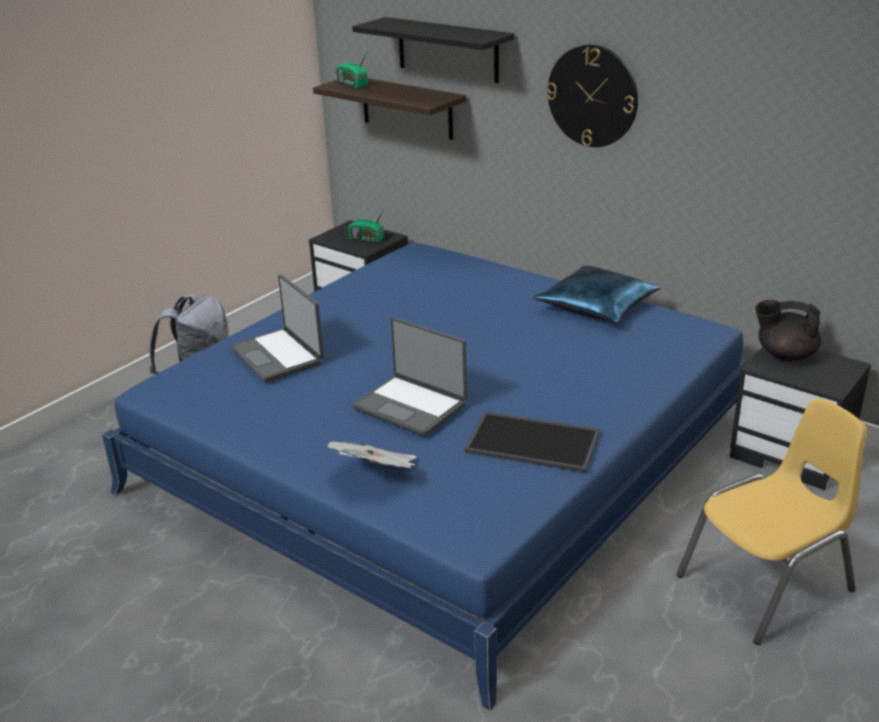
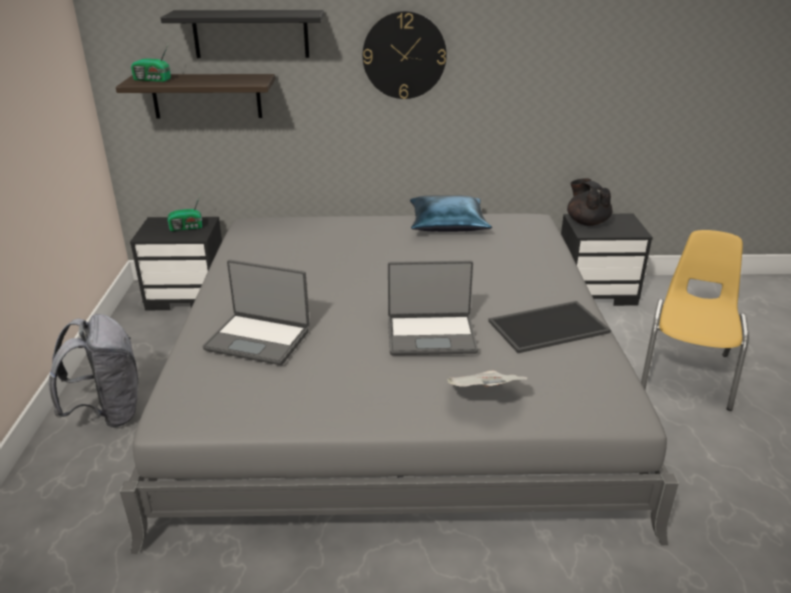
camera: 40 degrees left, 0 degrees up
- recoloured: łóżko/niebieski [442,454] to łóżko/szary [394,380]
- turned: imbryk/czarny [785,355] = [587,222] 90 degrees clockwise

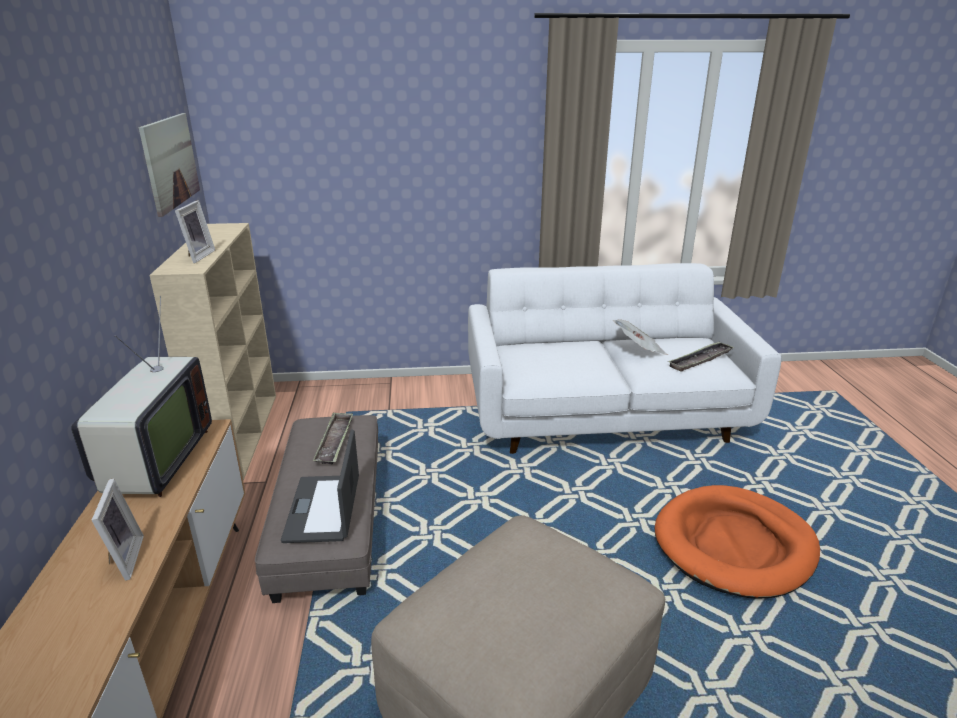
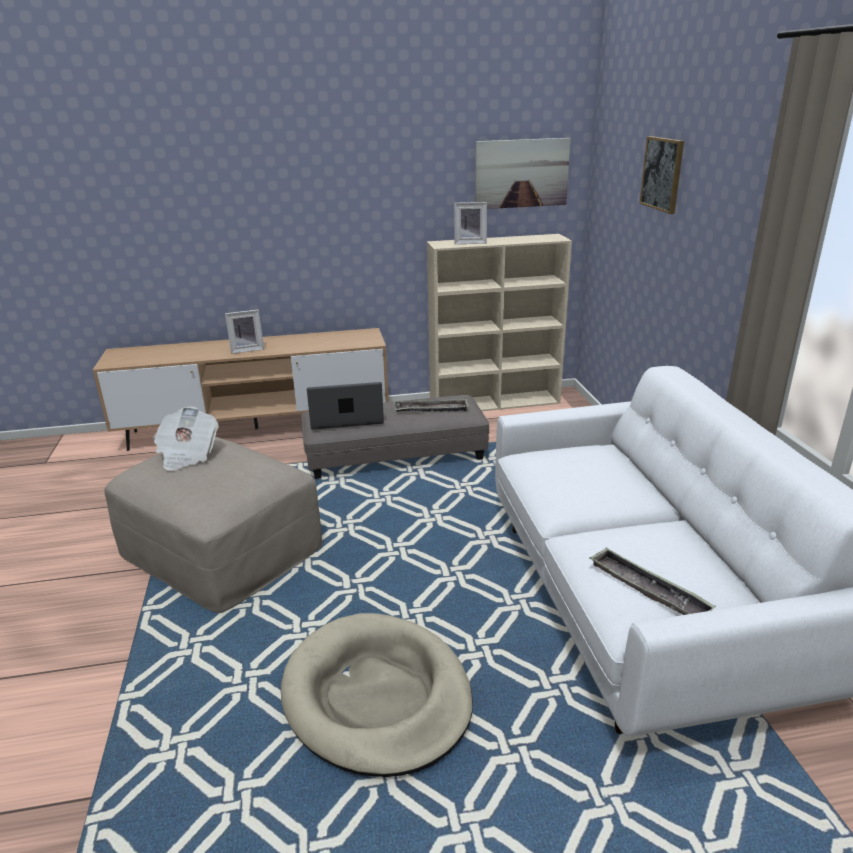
camera: 85 degrees right, 0 degrees up
- removed: telewizor [154,462]
- moved: gazeta [639,350] to [187,454]
- recoloured: legowisko/pomarańczowy [734,545] to legowisko/beżowy [377,697]
- added: obraz [662,174]

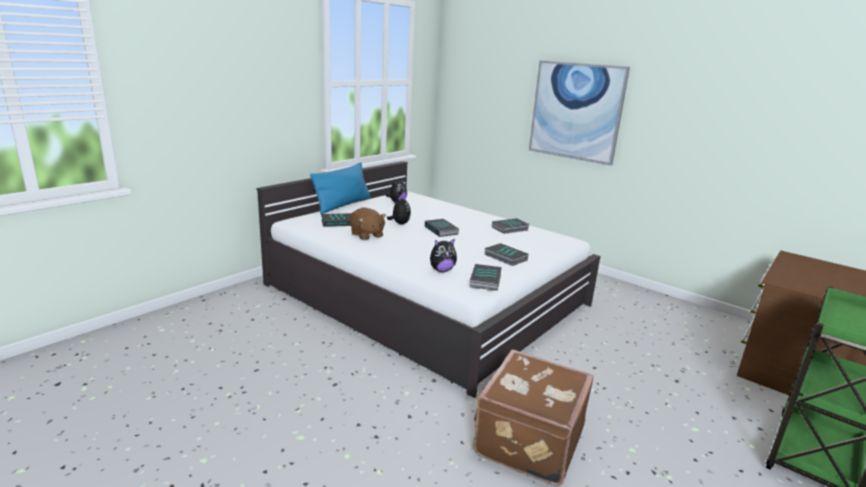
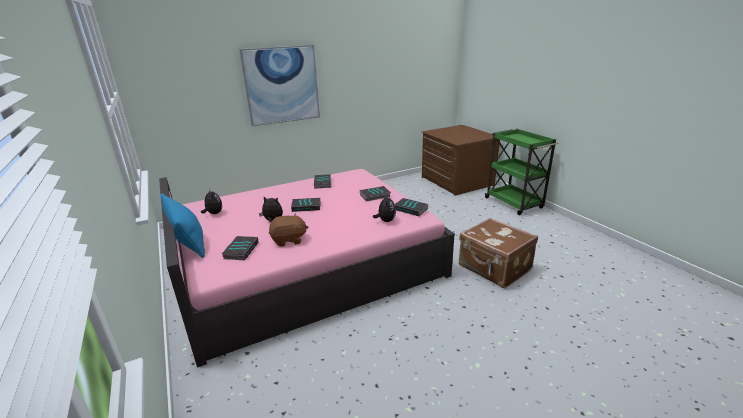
camera: 65 degrees left, 5 degrees up
- recoloured: łóżko/biały [426,294] to łóżko/różowy [306,264]

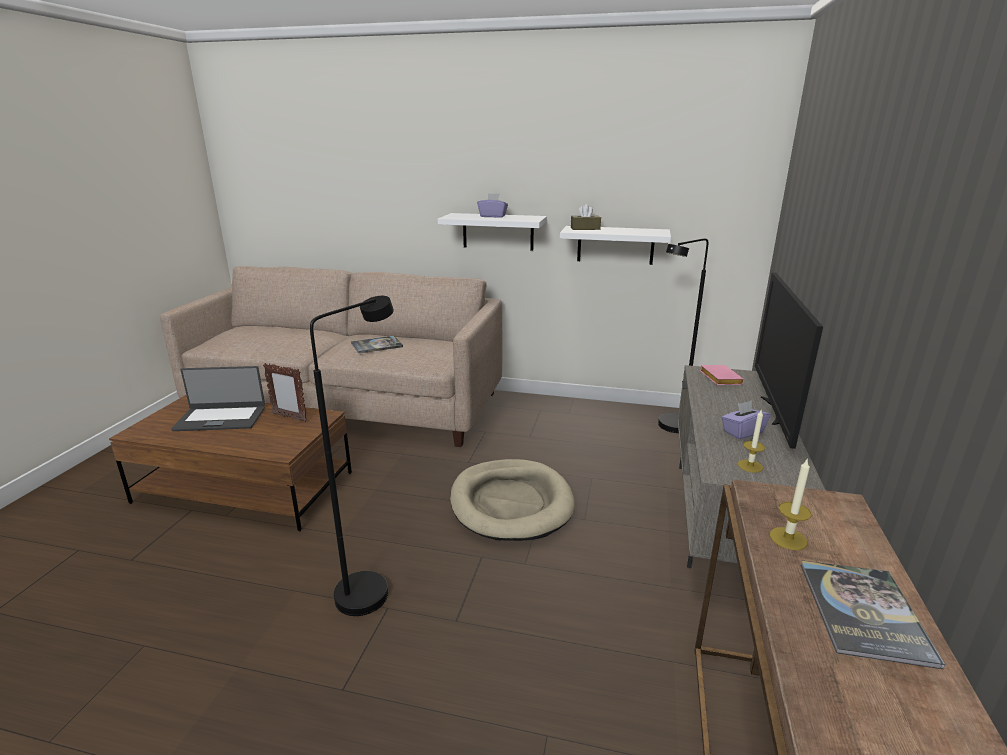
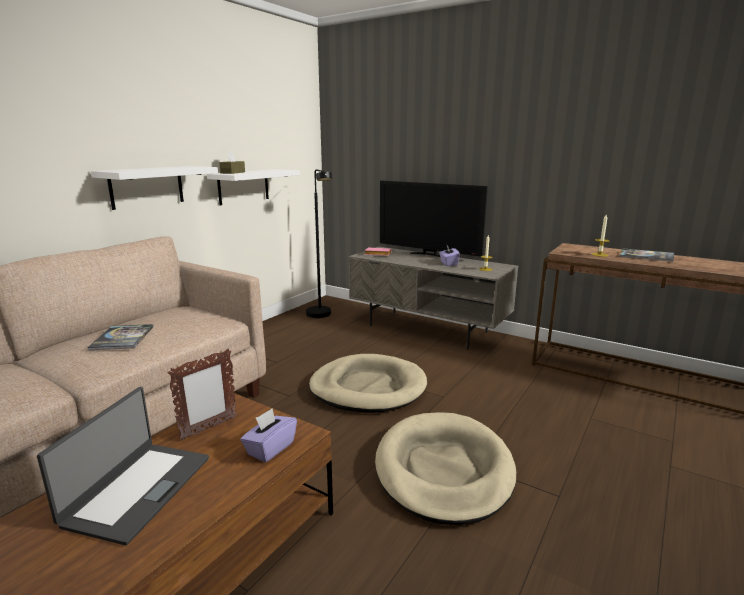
camera: 70 degrees left, 5 degrees down
- replaced: lampa stojąca/czarny [371,586] to legowisko/beżowy [443,470]
- moved: pudełko chusteczek/fioletowy [493,216] to [270,448]

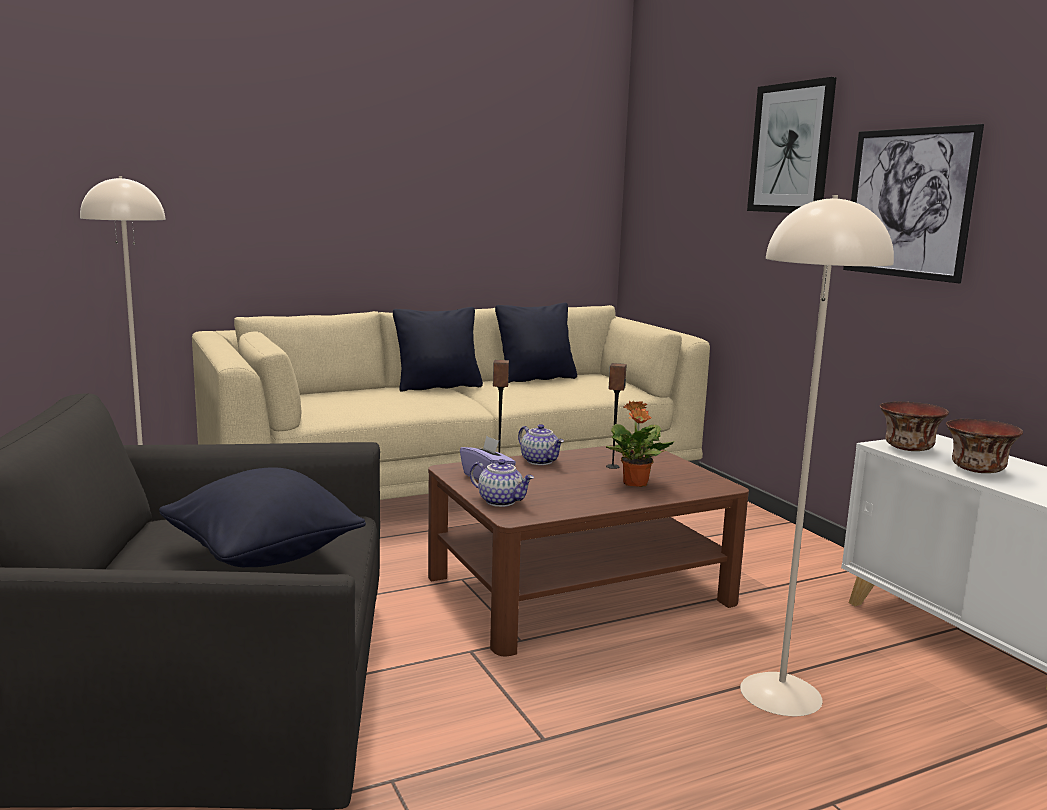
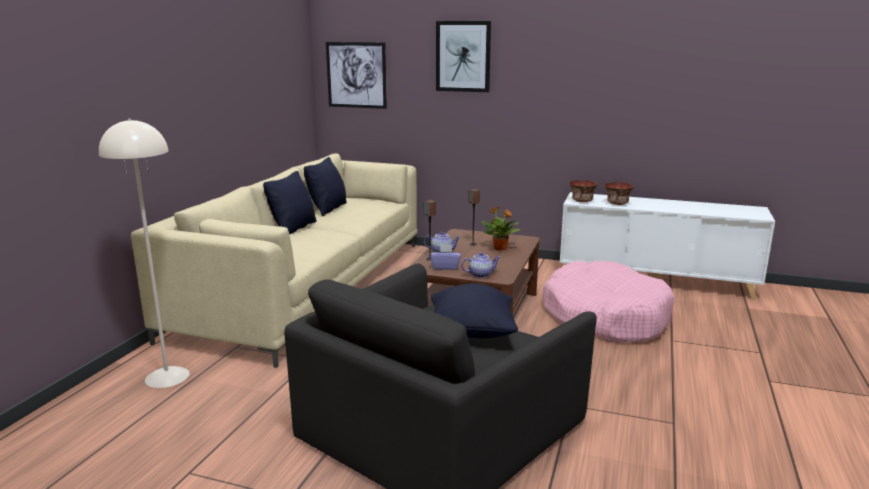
camera: 45 degrees left, 5 degrees up
- replaced: lampa stojąca/beżowy [781,694] to legowisko/różowy [605,317]
- moved: obraz [908,203] to [356,75]

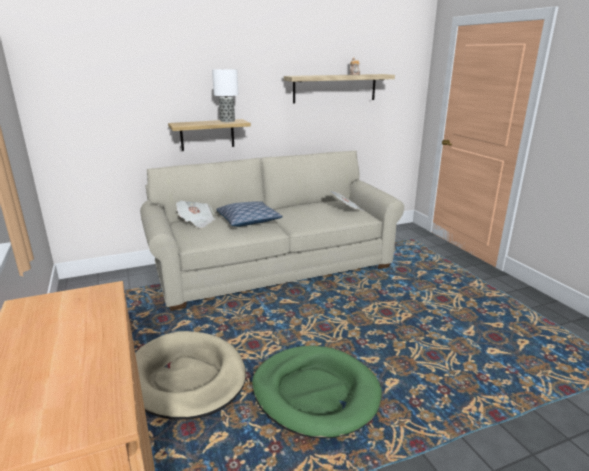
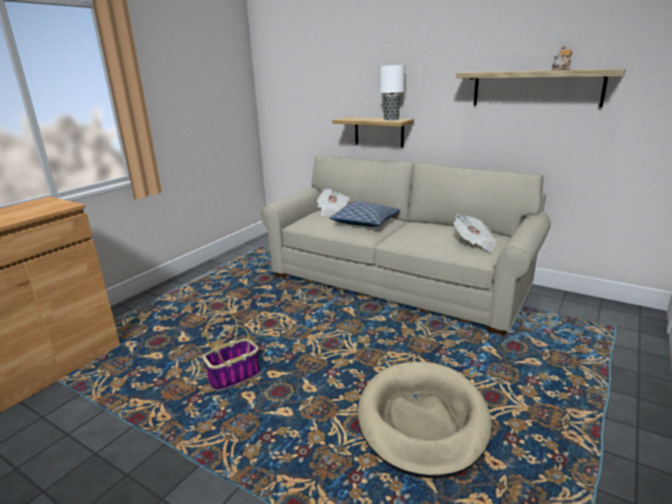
camera: 55 degrees right, 0 degrees up
- moved: legowisko/beżowy [187,378] to [422,420]
- replaced: legowisko/zielony [315,393] to koszyk [234,376]

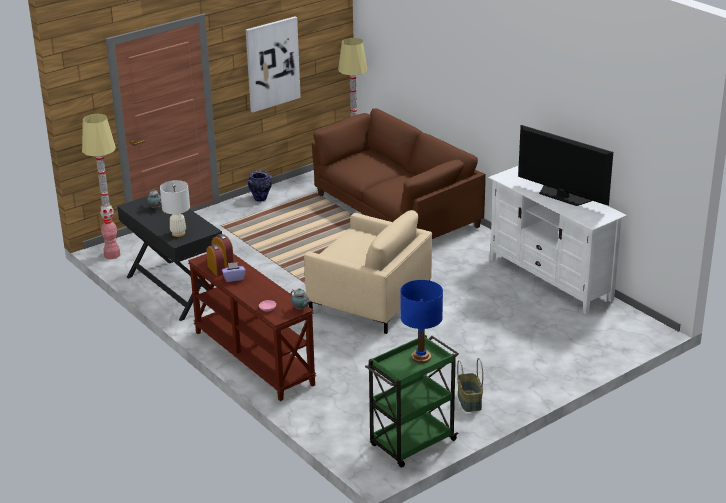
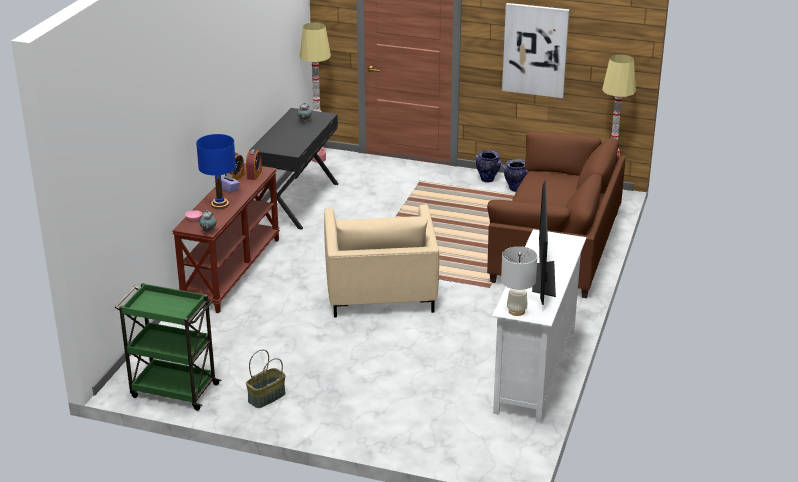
camera: 55 degrees right, 0 degrees up
- moved: lampa stołowa/biały [178,233] to [516,311]
- moved: lampa stołowa/niebieski [421,358] to [220,205]
- added: wazon [515,189]

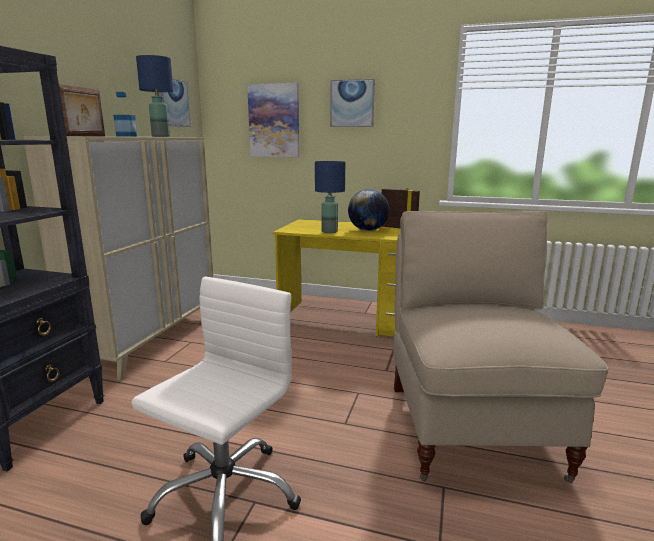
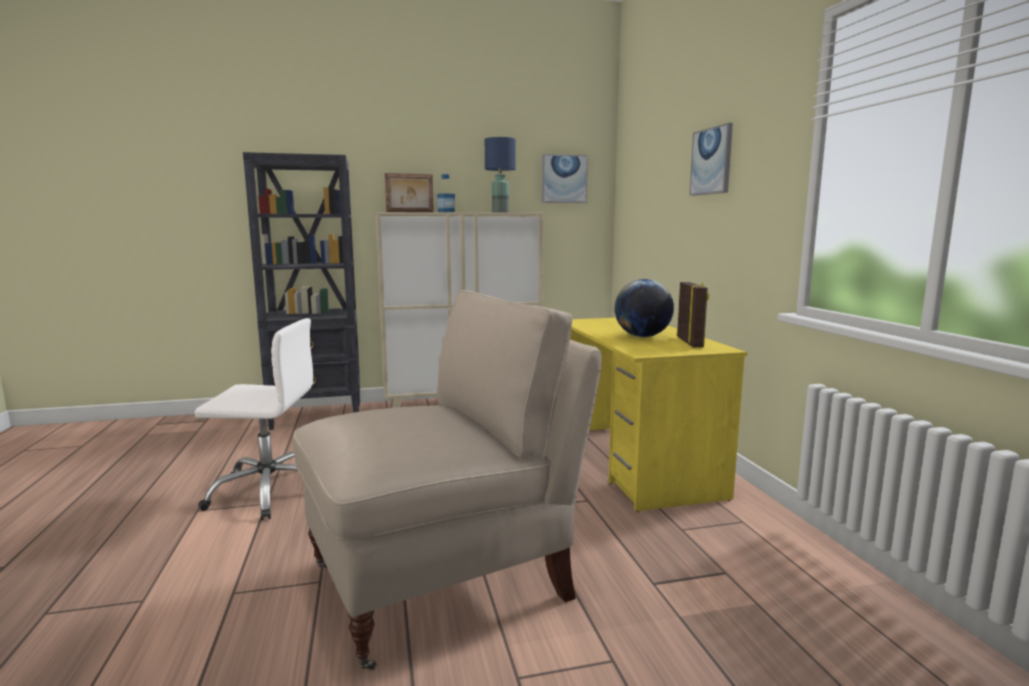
camera: 60 degrees right, 5 degrees down
- removed: obraz [274,121]
- removed: lampa stołowa/niebieski [330,231]

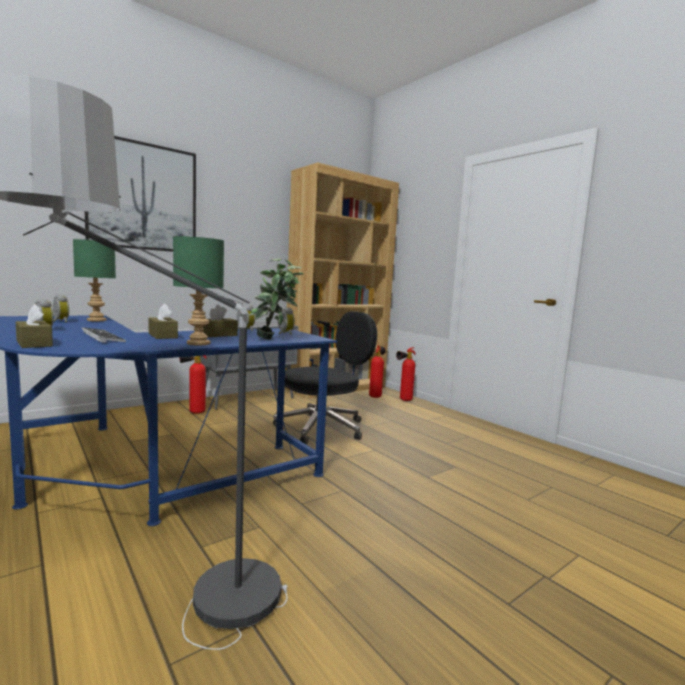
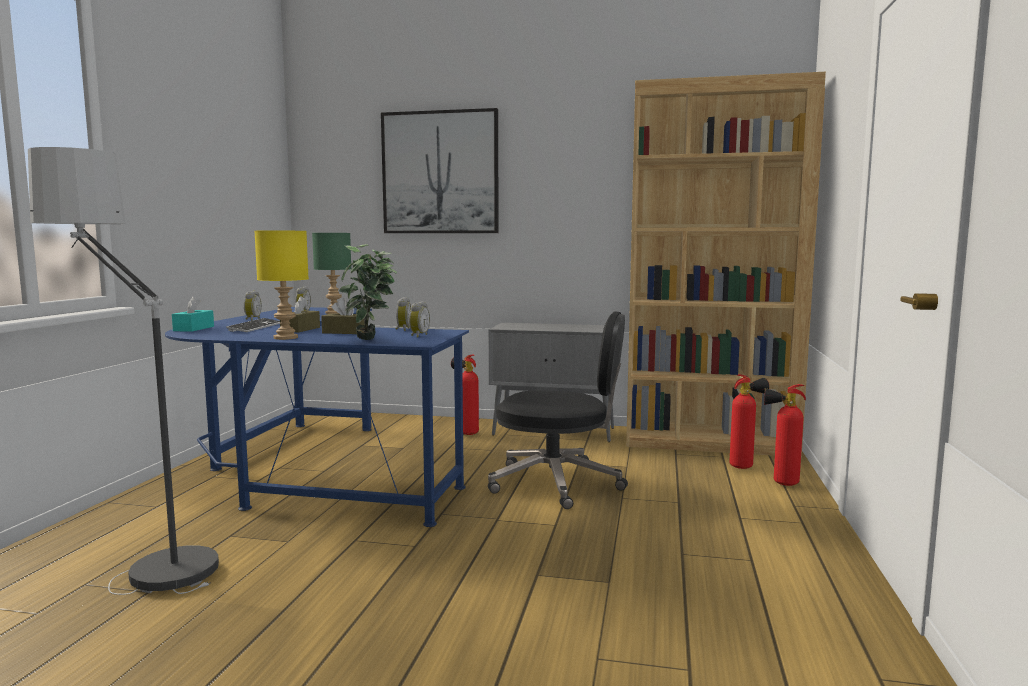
camera: 50 degrees right, 0 degrees up
- recoloured: pudełko chusteczek/brązowy [34,343] to pudełko chusteczek/turkusowy [194,328]
- recoloured: lampa stołowa/zielony [199,343] to lampa stołowa/żółty [286,338]

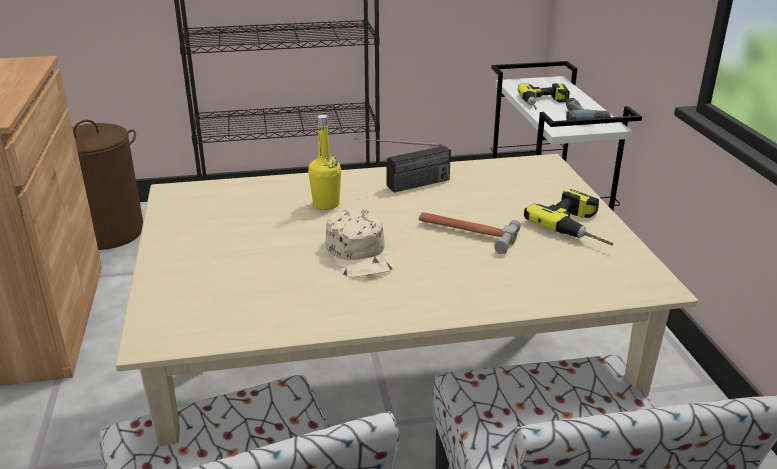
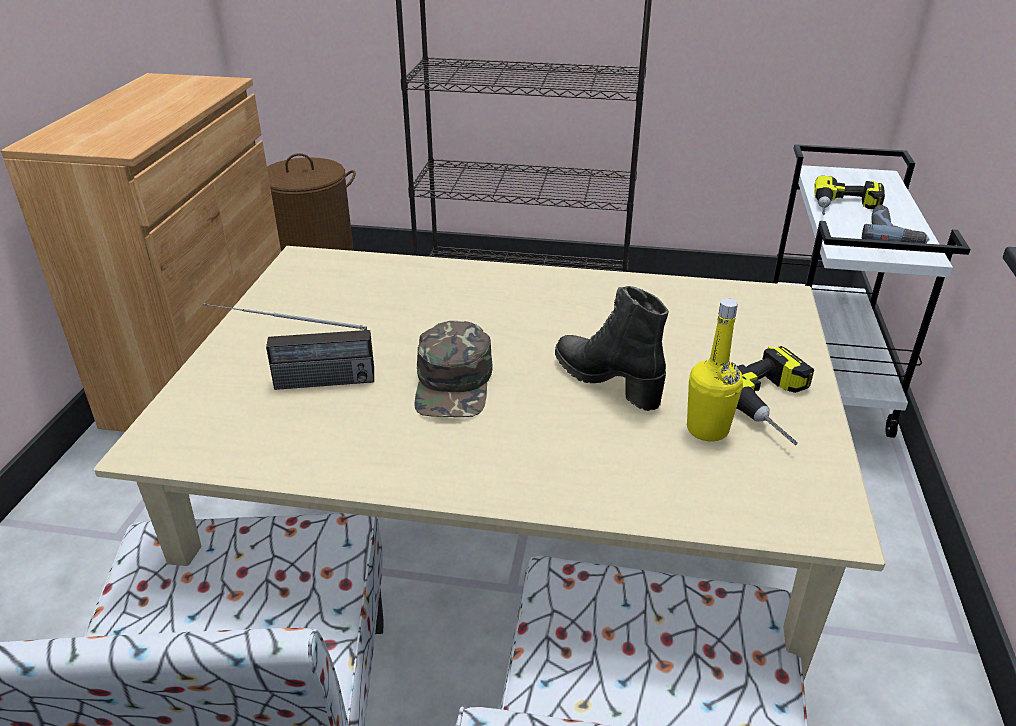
camera: 20 degrees right, 5 degrees up
- moved: butelka/żółty [326,204] to [707,429]
- recoloured: czapka z daszkiem/beżowy [360,253] to czapka z daszkiem/zielony [454,383]
- moved: radio [403,187] to [297,382]
- replaced: młotek [466,232] to but z cholewką/czarny [607,381]

